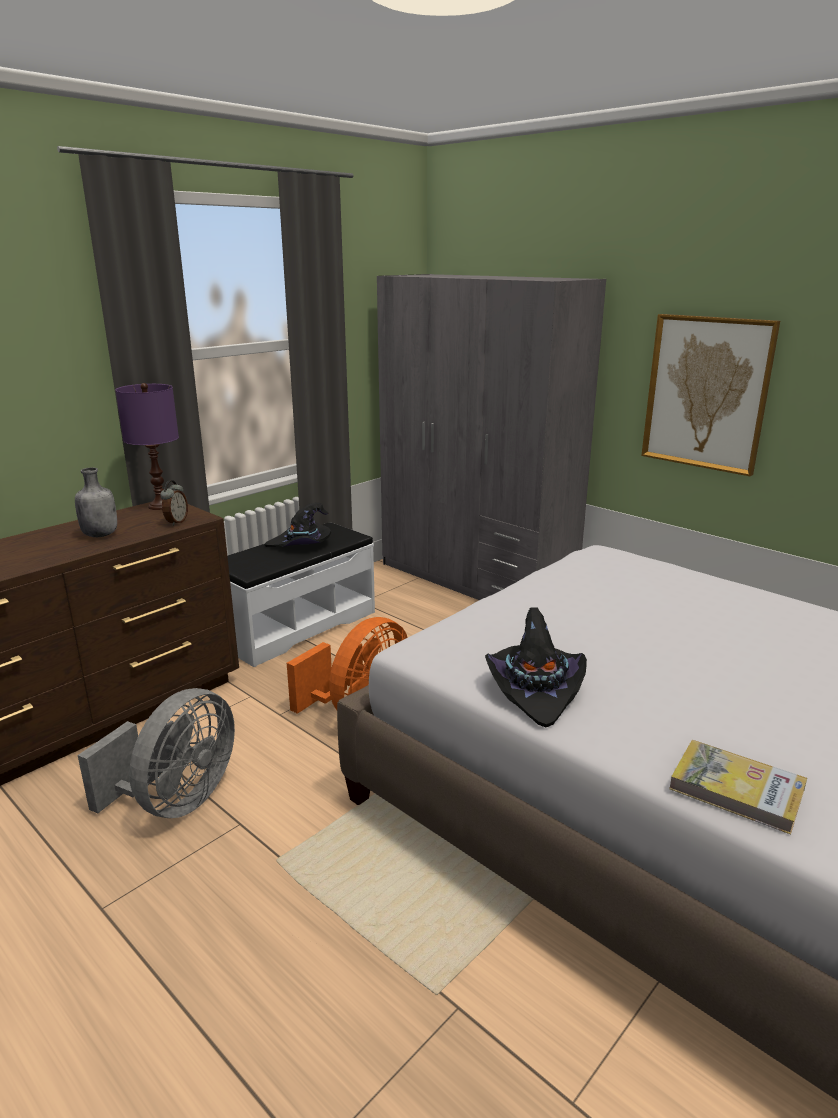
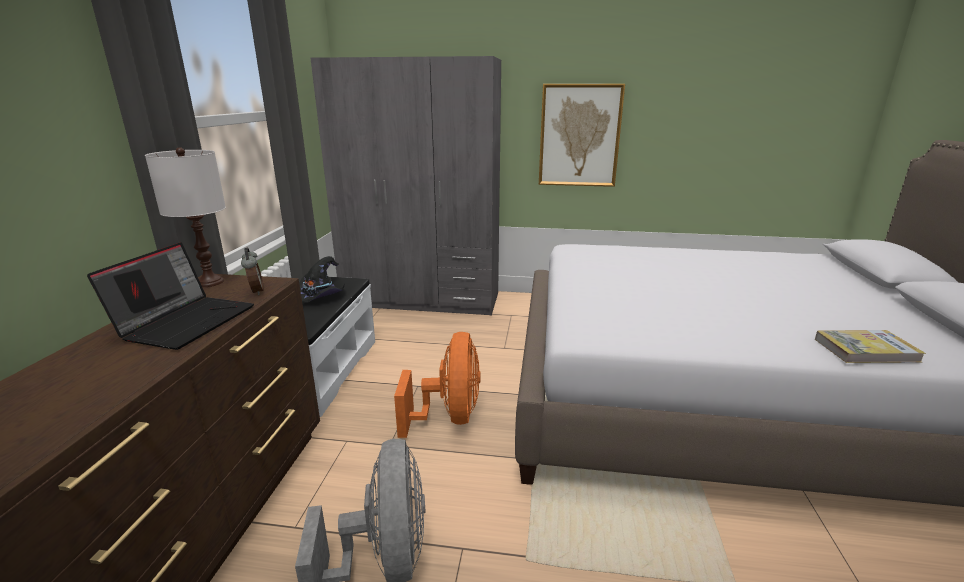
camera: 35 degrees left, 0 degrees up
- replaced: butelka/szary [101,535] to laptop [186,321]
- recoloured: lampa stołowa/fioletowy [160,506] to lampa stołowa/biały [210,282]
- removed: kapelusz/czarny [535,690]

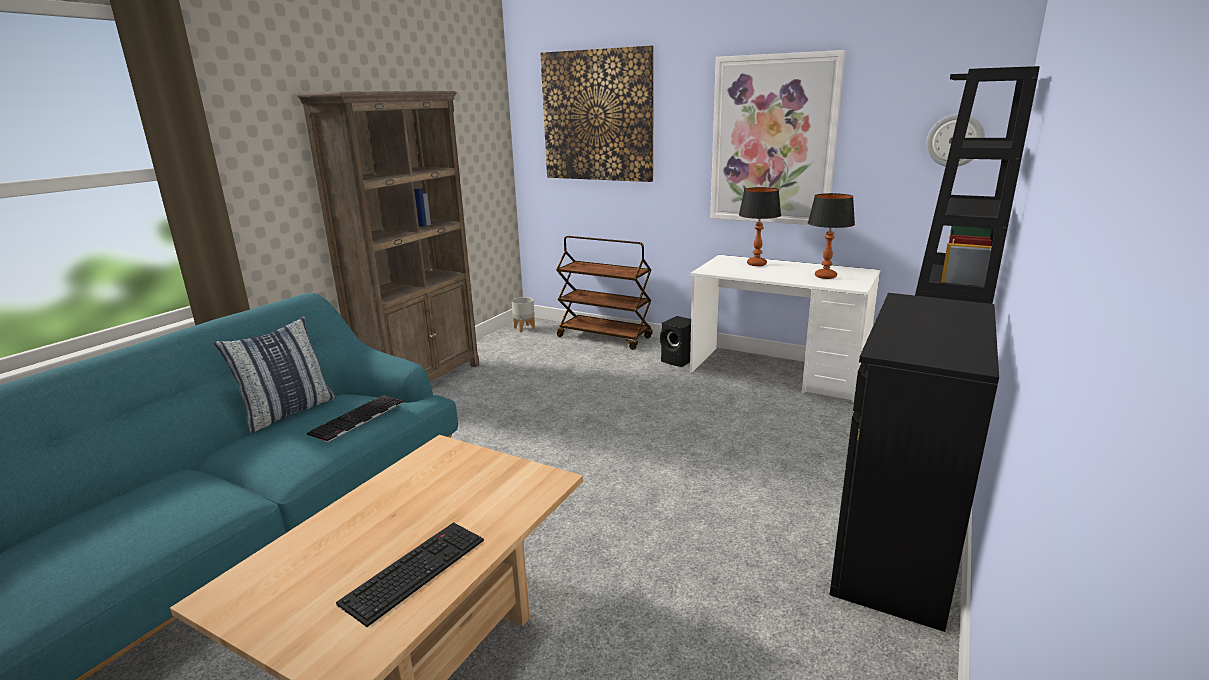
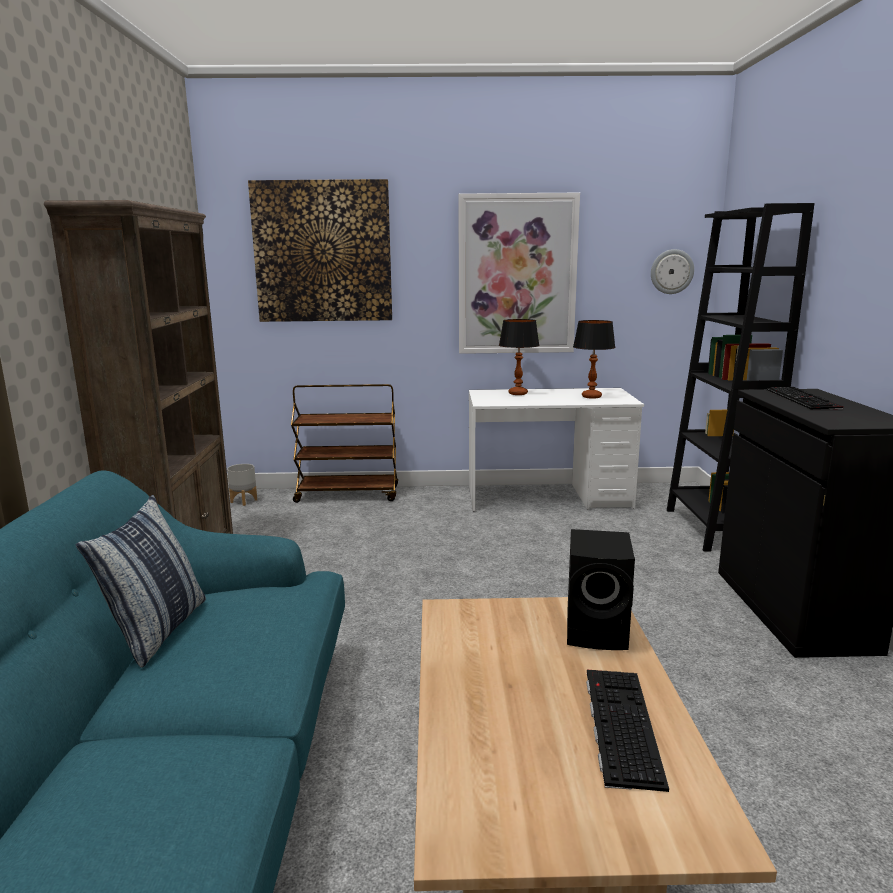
camera: 30 degrees left, 5 degrees down
- moved: klawiatura [357,418] to [804,399]
- moved: głośnik/czarny [679,360] to [599,631]

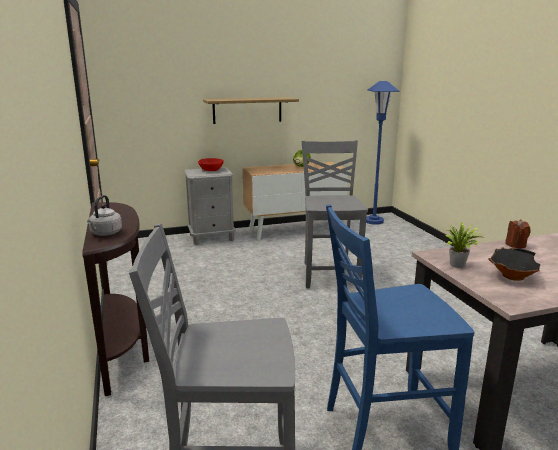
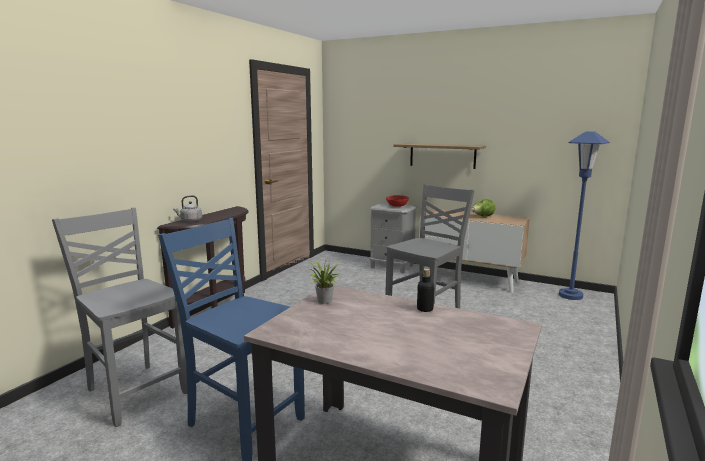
camera: 45 degrees right, 5 degrees down
- removed: miska/czarny [511,276]
- replaced: świeca/brązowy [515,245] to butelka [425,309]

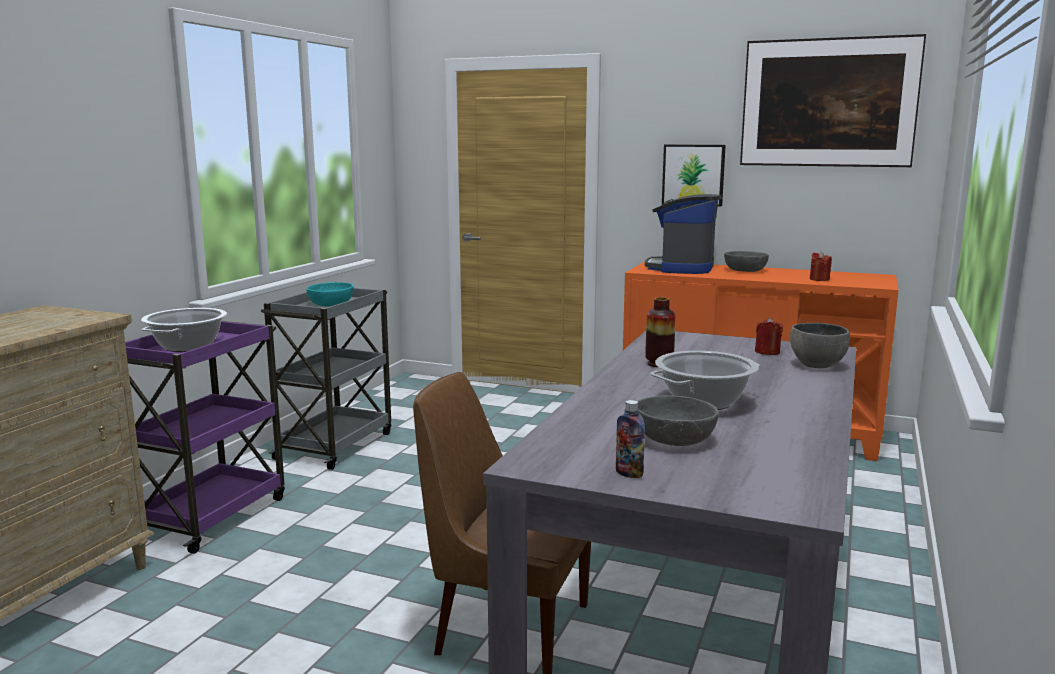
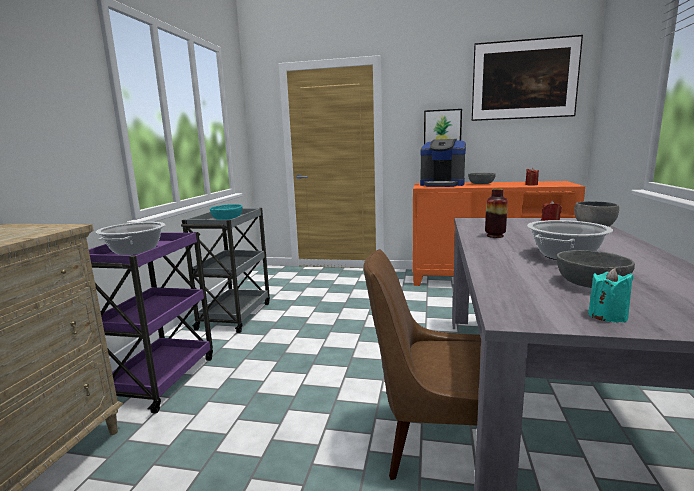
camera: 10 degrees left, 0 degrees up
- replaced: butelka [629,473] to świeca/turkusowy [607,316]
- turned: ekspres do kawy [681,268] = [442,184] 75 degrees counterclockwise

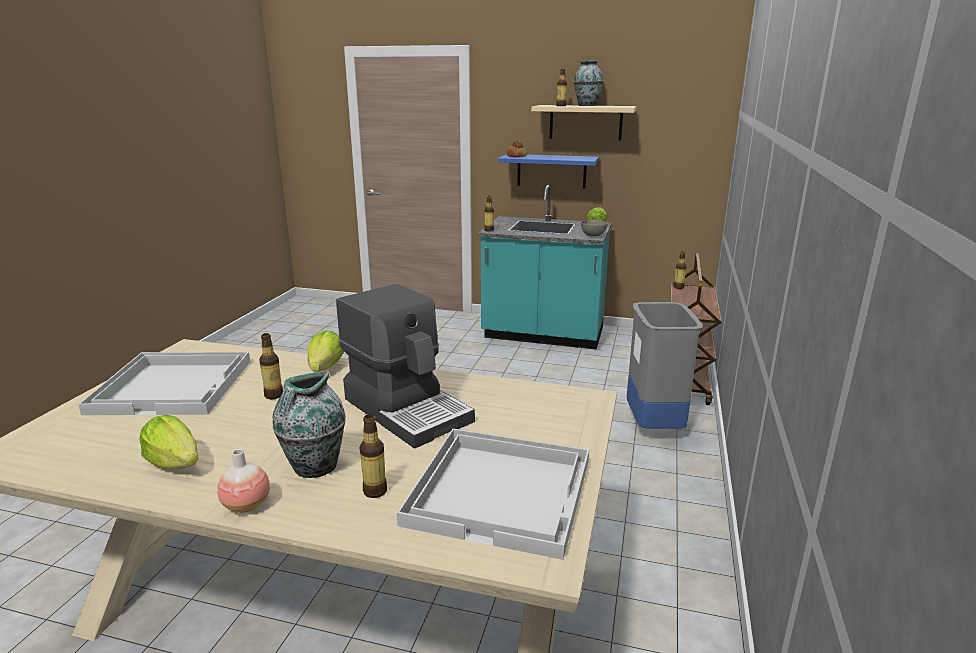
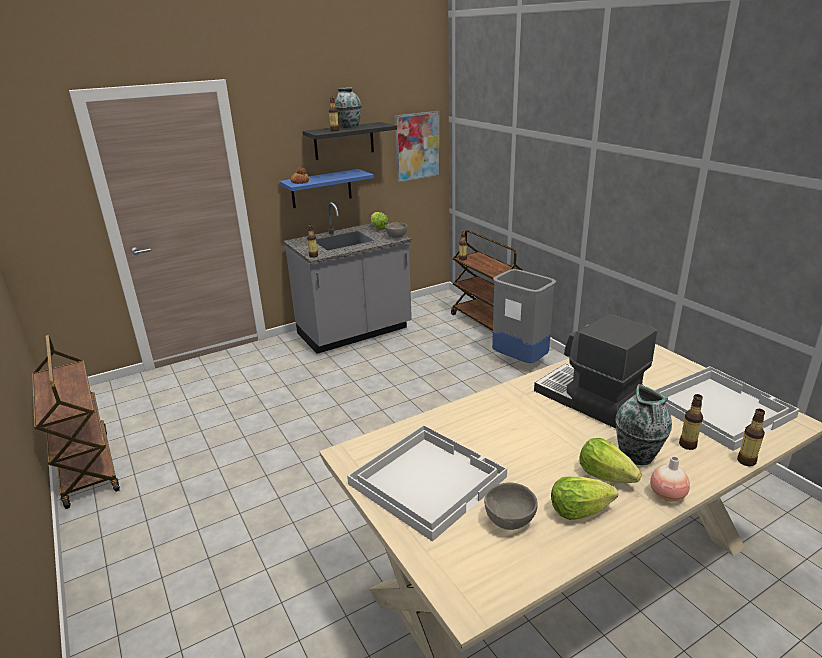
camera: 45 degrees left, 5 degrees up
- moved: butelka [274,395] to [746,461]
- moved: sałata [326,368] to [605,475]
- turned: ekspres do kawy [408,409] = [588,399] 135 degrees counterclockwise
- recoloured: zabudowa kuchenna/turkusowy [543,335] to zabudowa kuchenna/szary [355,332]
- recoloured: półka/beżowy [585,122] to półka/czarny [344,141]
- added: wózek/brązowy [86,467]
- added: obraz [417,146]
- added: miska/szary [508,520]

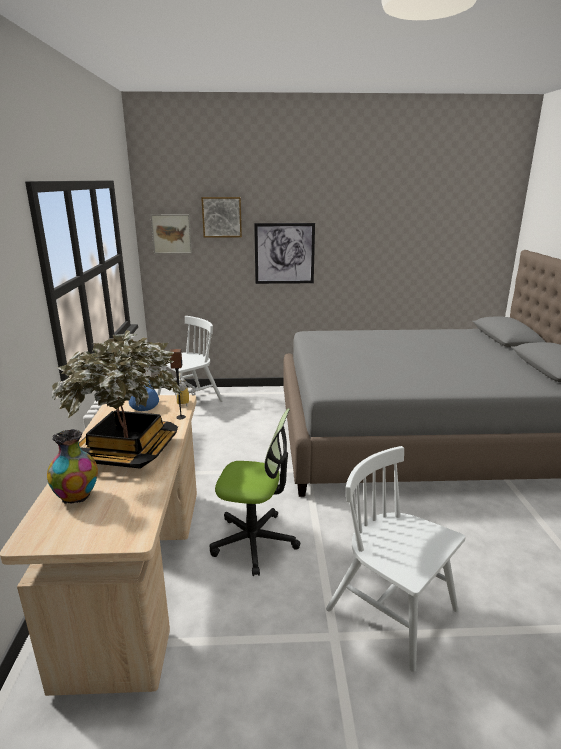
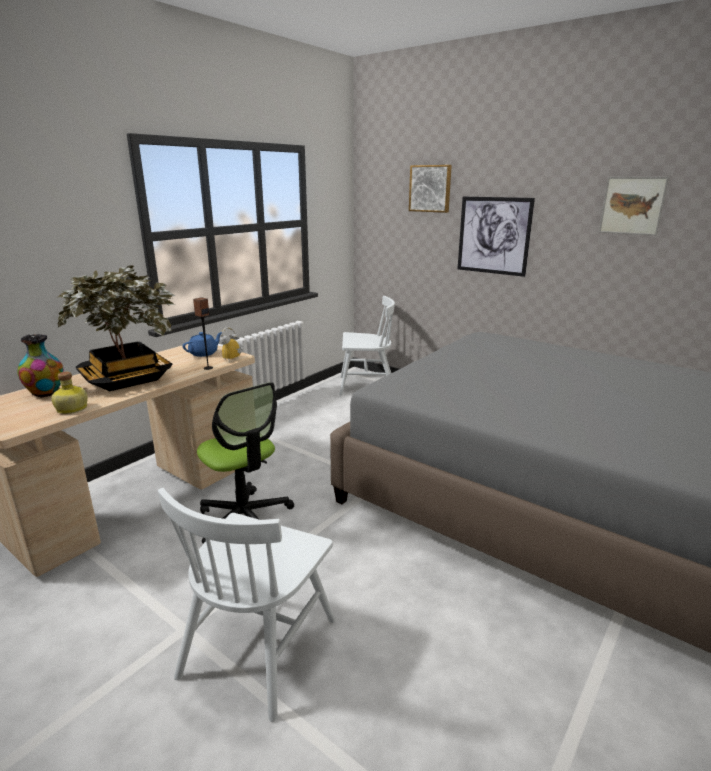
camera: 40 degrees right, 0 degrees up
- moved: obraz [171,234] to [632,205]
- turned: krzesło/biały [392,611] = [259,646] 150 degrees counterclockwise
- added: butelka [71,409]

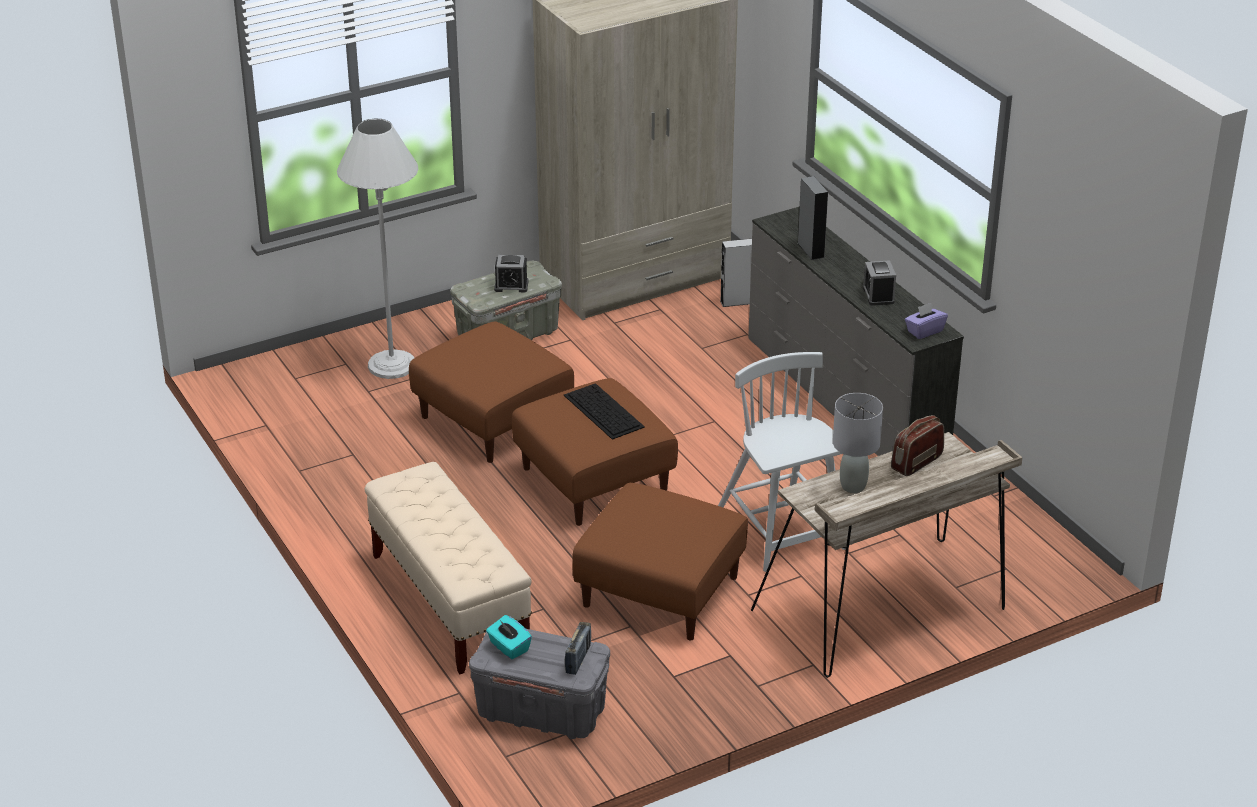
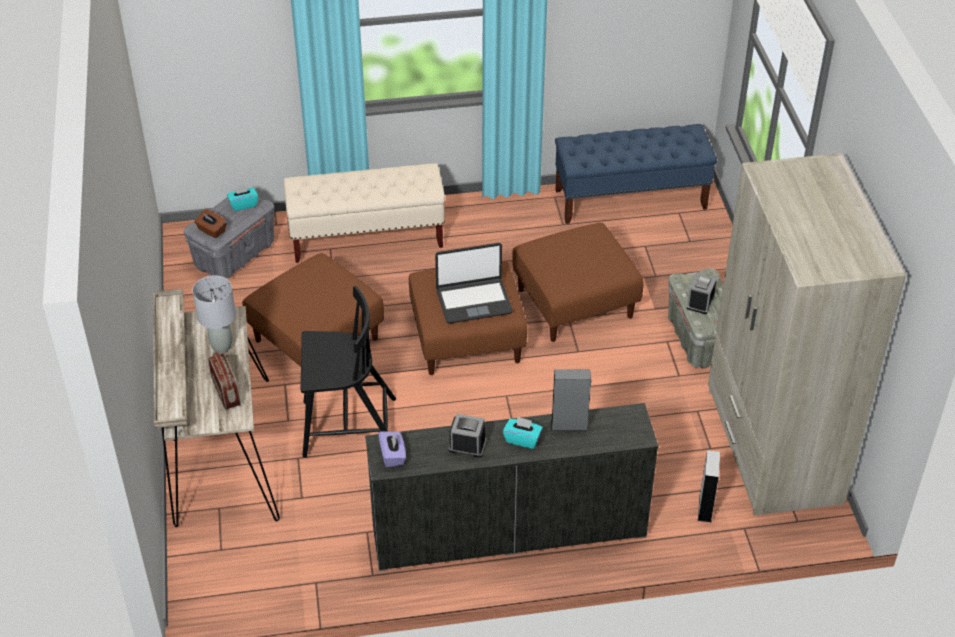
camera: 110 degrees right, 10 degrees up
- removed: lampa stojąca/biały [391,365]
- replaced: klawiatura [602,411] to laptop [473,301]
- replaced: radio [578,659] to pudełko chusteczek/brązowy [211,231]
- recoloured: krzesło/biały [781,530] to krzesło/czarny [347,427]
- added: pudełko chusteczek/turkusowy [522,439]
- added: ławka/niebieski [631,199]

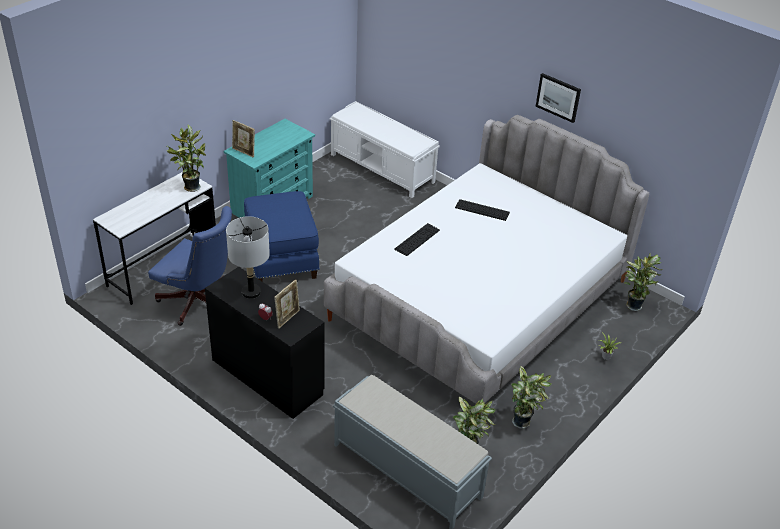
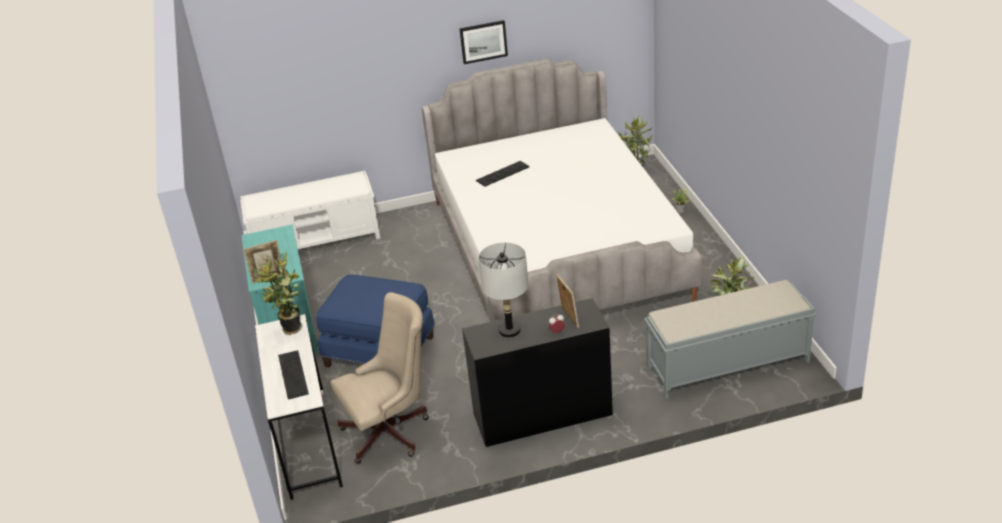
camera: 50 degrees left, 5 degrees down
- recoloured: krzesło biurowe/niebieski [199,304] to krzesło biurowe/beżowy [391,432]
- moved: klawiatura [417,239] to [293,374]
- removed: roślina doniczkowa [523,421]

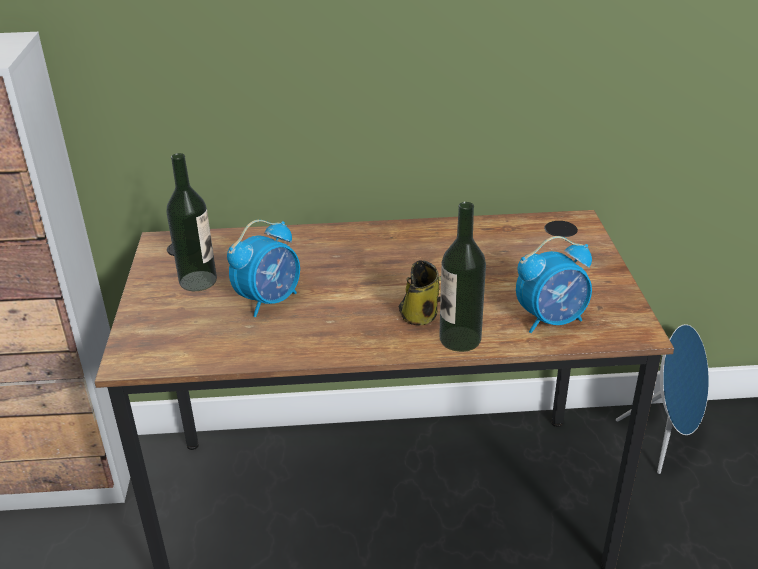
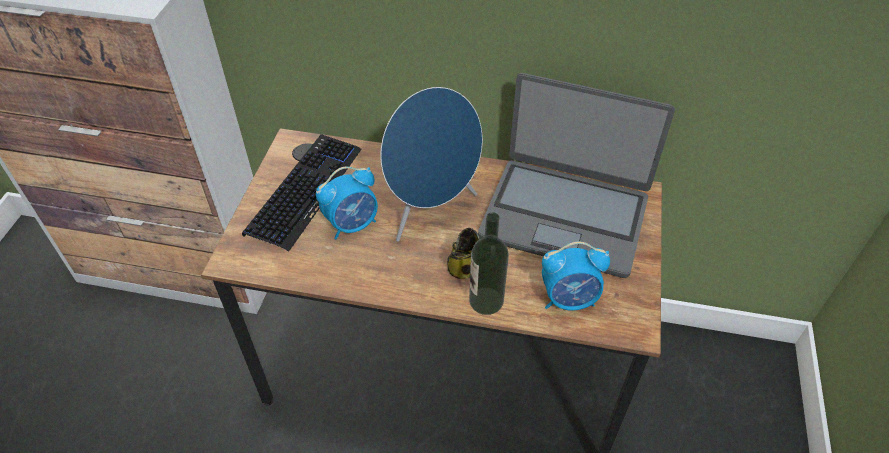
camera: 15 degrees right, 15 degrees up
- replaced: butelka [198,281] to klawiatura [305,191]
- moved: głośnik/niebieski [665,441] to [431,211]
- added: laptop [565,216]

